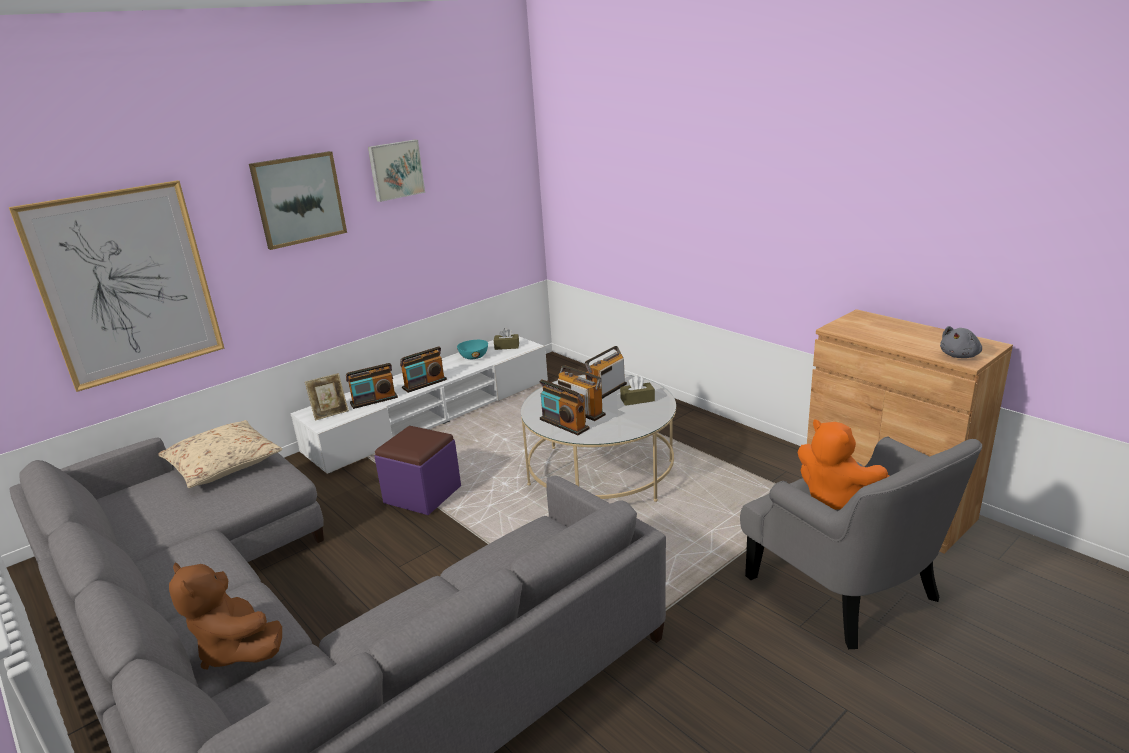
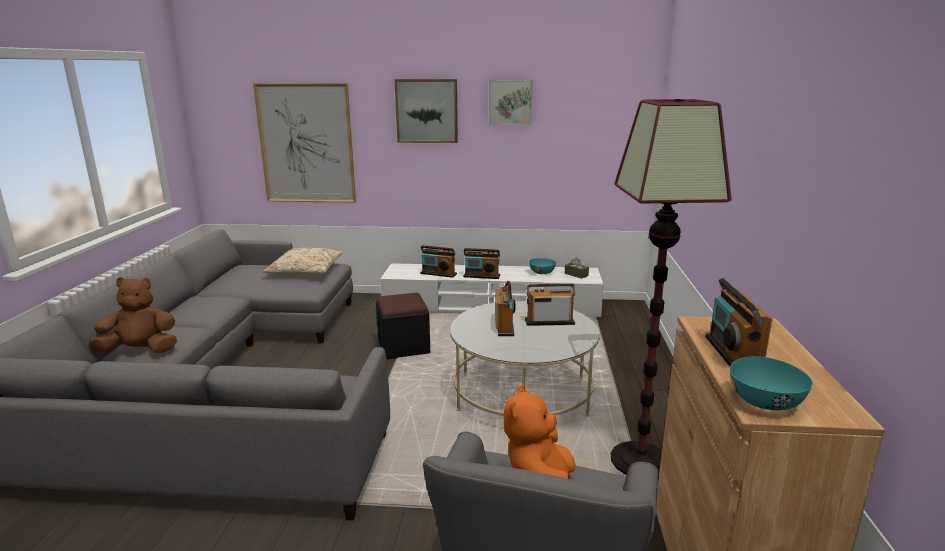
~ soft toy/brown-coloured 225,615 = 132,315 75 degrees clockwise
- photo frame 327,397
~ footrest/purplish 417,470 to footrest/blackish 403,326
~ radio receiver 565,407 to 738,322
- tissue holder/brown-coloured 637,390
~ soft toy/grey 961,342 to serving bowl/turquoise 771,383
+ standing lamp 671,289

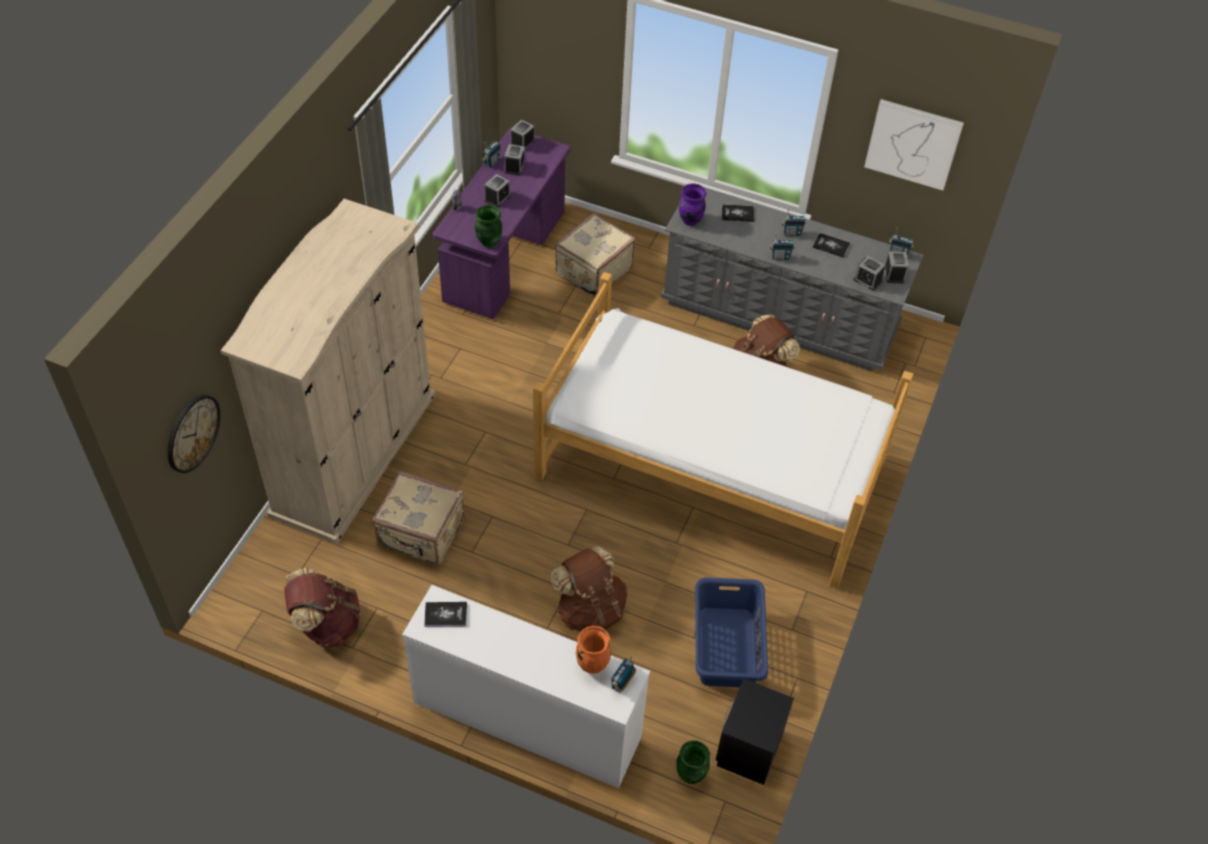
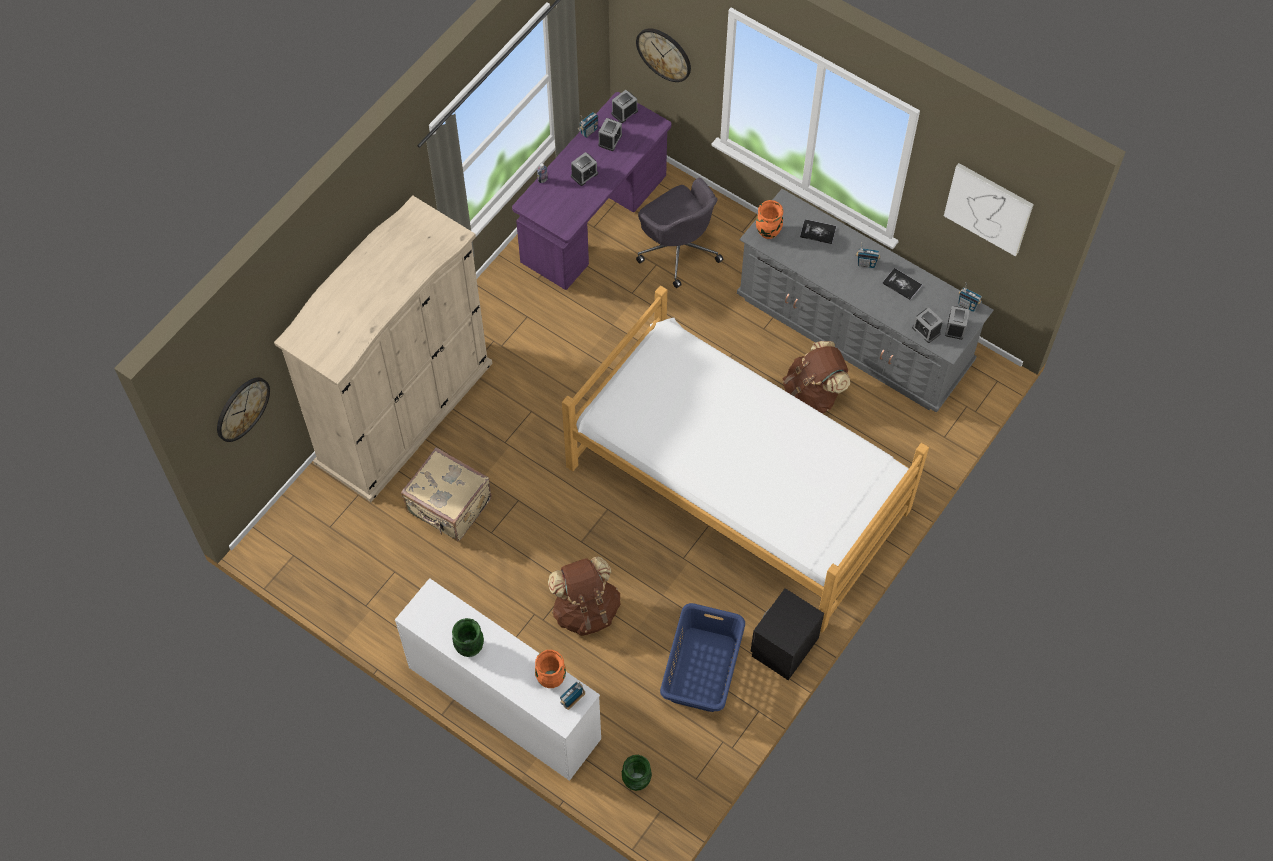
- knapsack/brown-coloured 322,607
- bound book 445,614
~ flower vase/green 488,226 to 468,637
~ piece of luggage/beige 595,255 to computer chair/grey 680,233
~ flower vase/purplish 692,204 to flower vase/orangey 769,219
~ bedside table/blackish 755,732 to 787,634
- radio receiver 782,246
+ wall clock 663,55

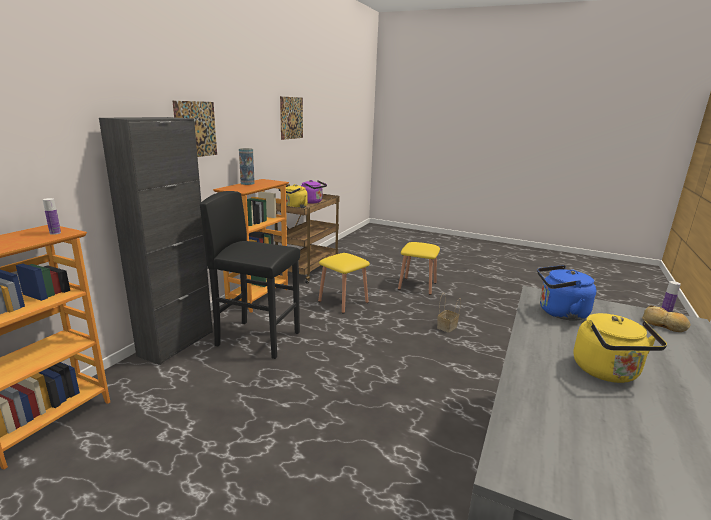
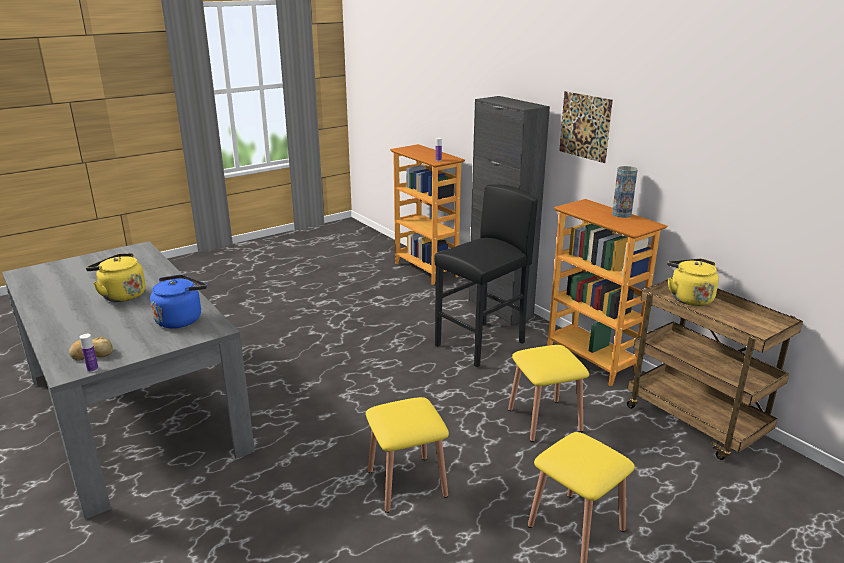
- picture 291,118
- water kettle/purplish 314,192
~ household basket 449,313 to stool/yellowish 407,455

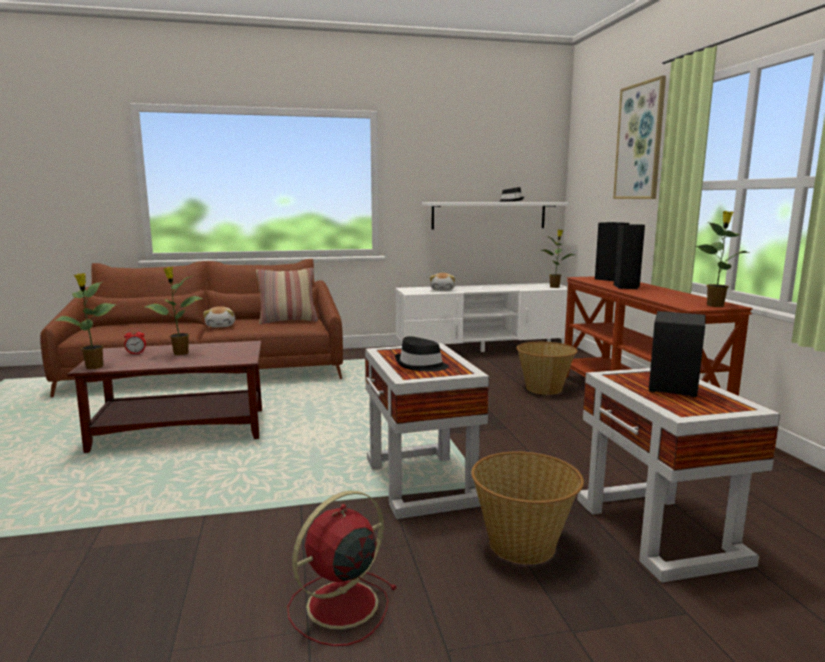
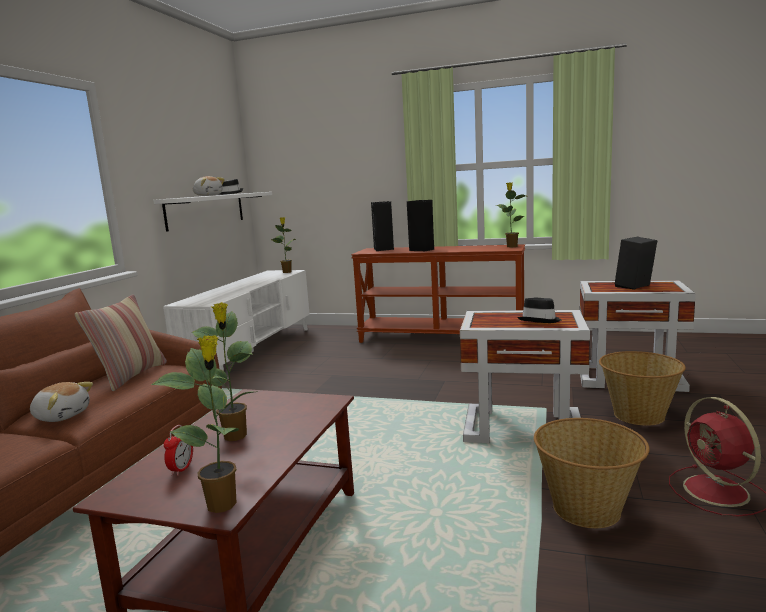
~ soft toy 442,282 to 209,186
~ household basket 547,368 to 592,473
- picture 639,137

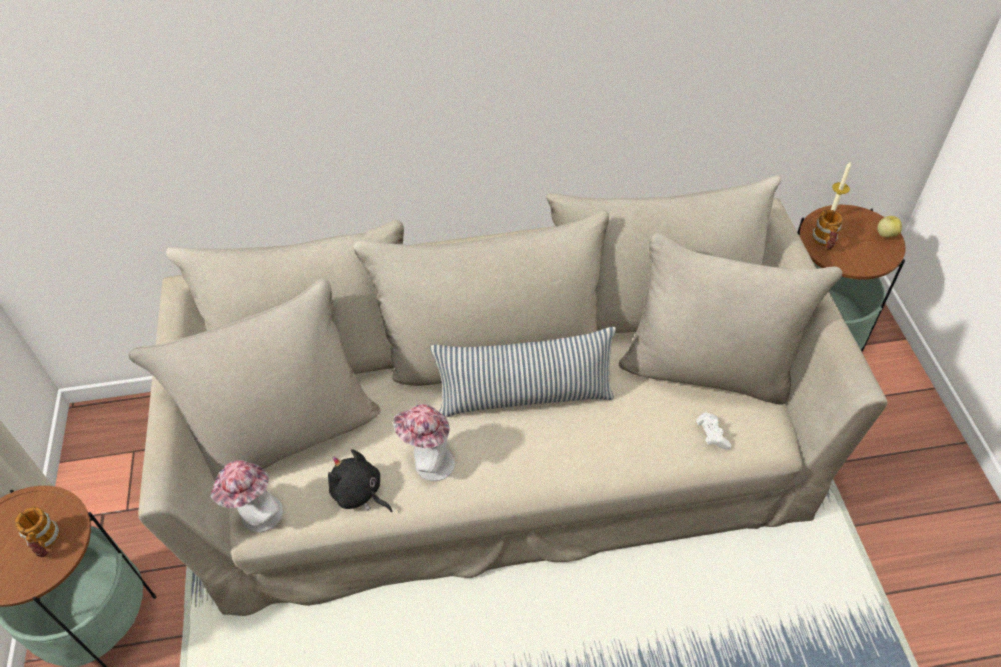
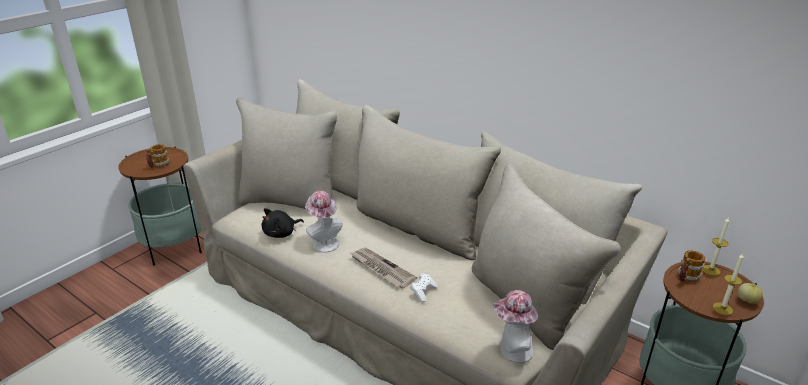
~ clothing hat 246,496 to 515,326
~ soft toy/blackish 360,480 = 283,223 120 degrees counterclockwise
- pillow 523,372
~ gamepad/white 713,431 to 424,287
+ newspaper 383,268
+ wax light 728,284

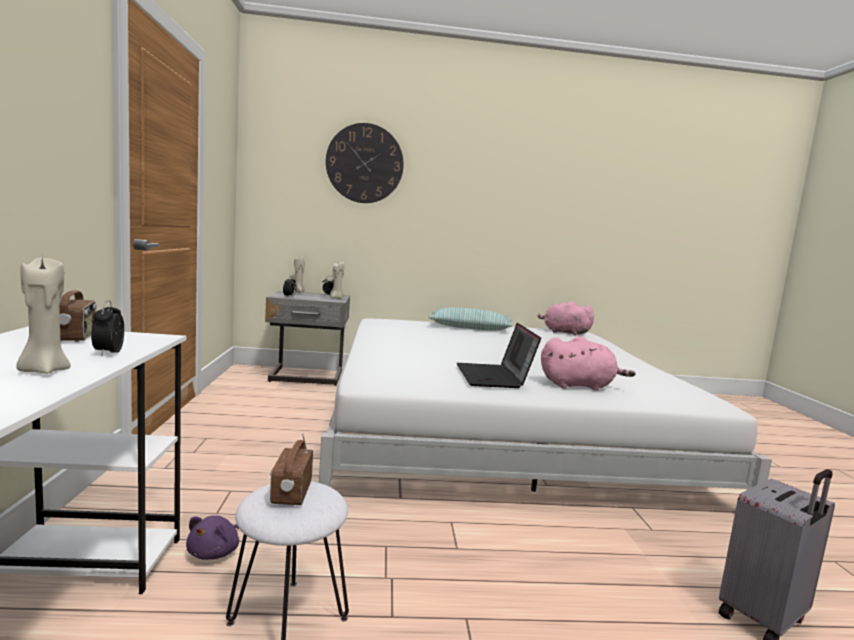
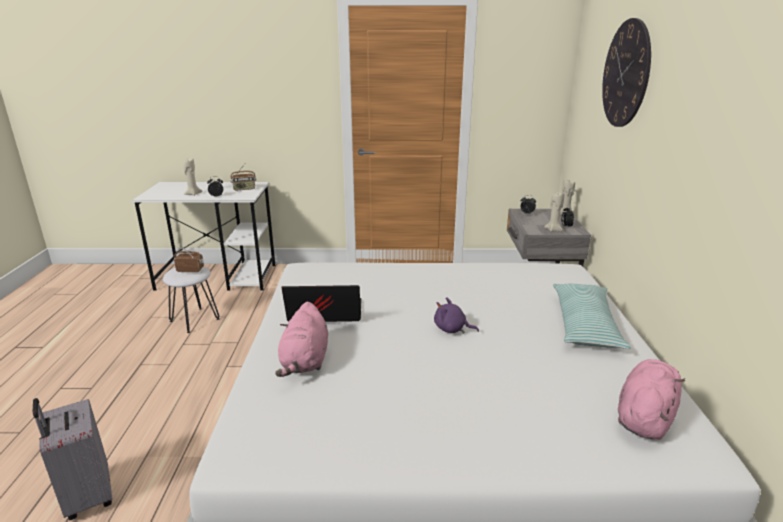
~ soft toy/purplish 212,537 to 456,315

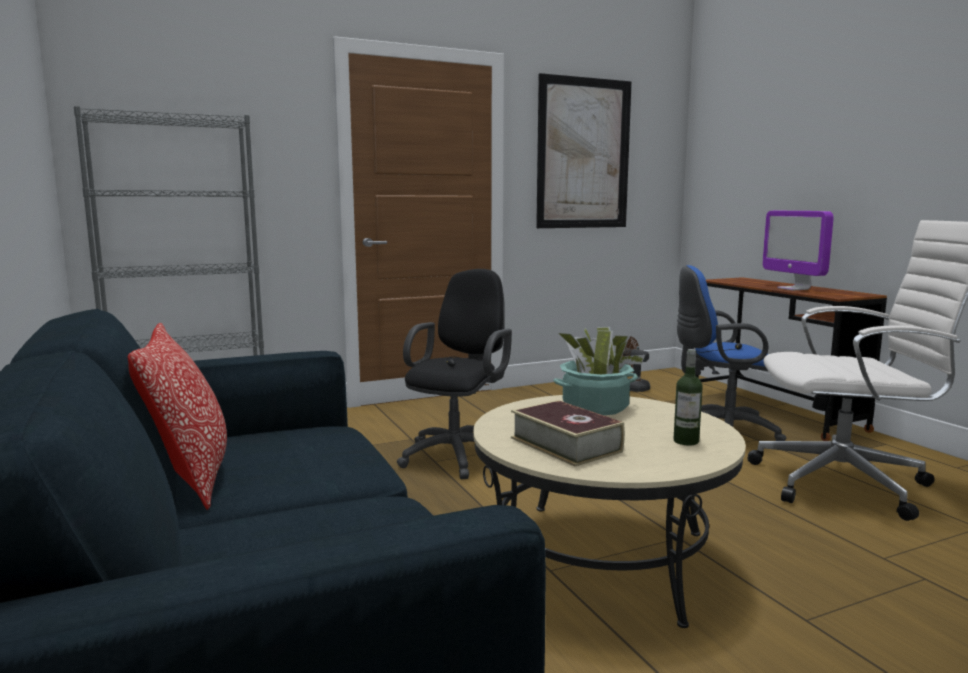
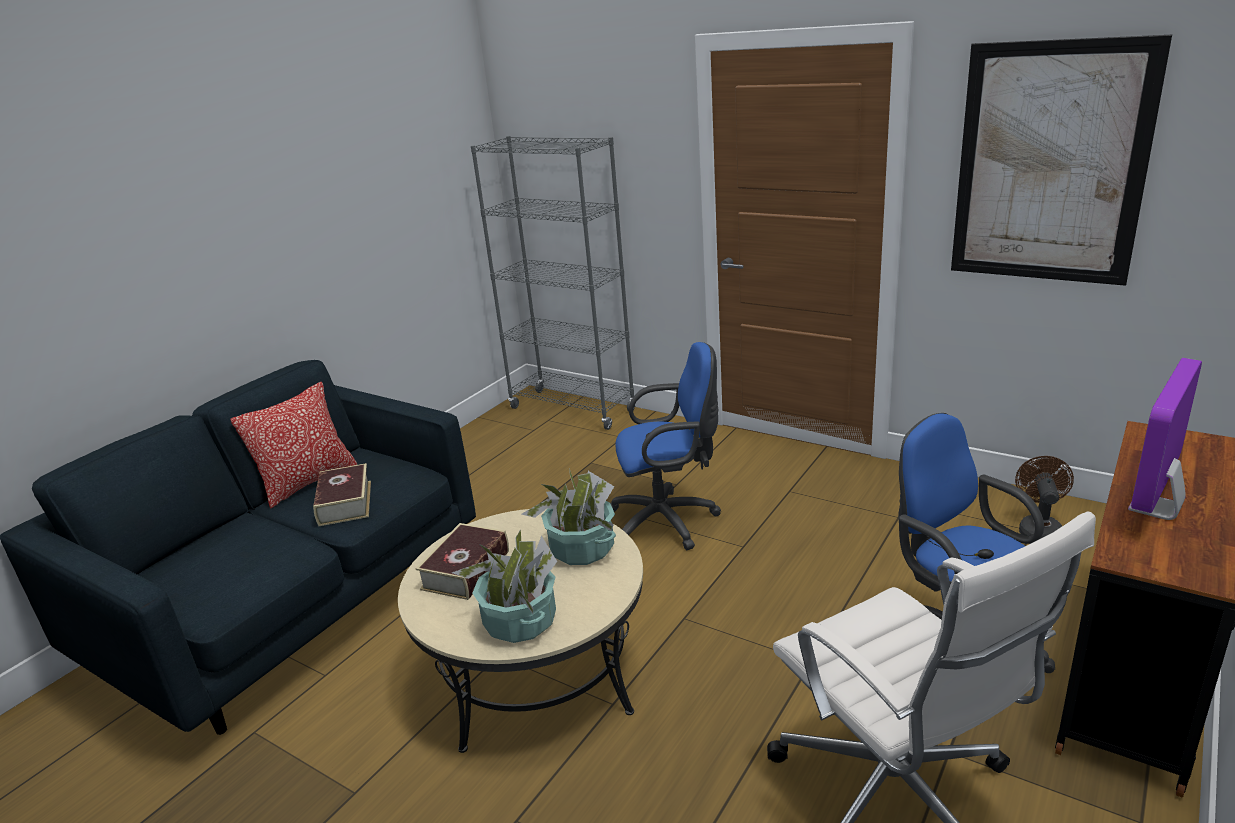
~ computer chair/blackish 454,374 to computer chair/blue 665,446
~ bottle 688,397 to plant in a pot 504,586
+ bound book 342,494

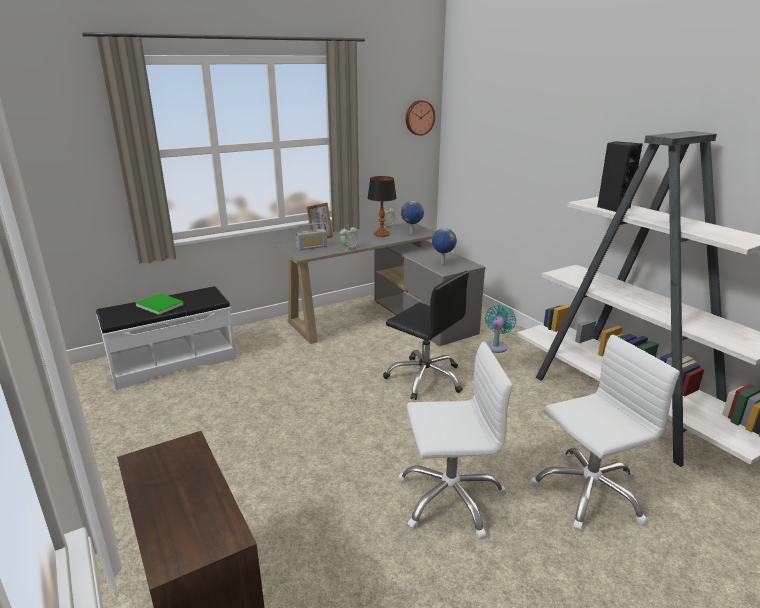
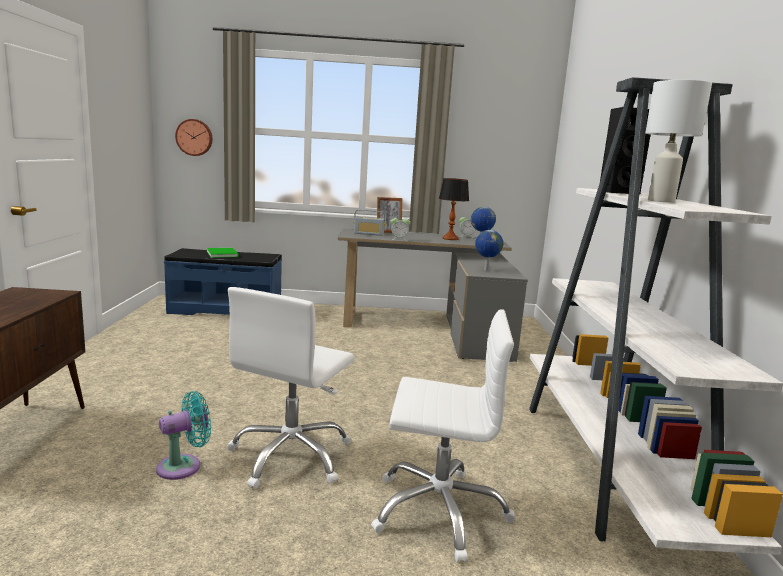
~ long seat/white 166,338 to long seat/blue 223,281
- computer chair/blackish 426,335
~ computer chair/white 455,440 = 290,388 90 degrees clockwise
~ wall clock 420,118 to 193,137
~ electric fan/turquoise 500,329 to 183,435
+ lamp for a table/white 678,141

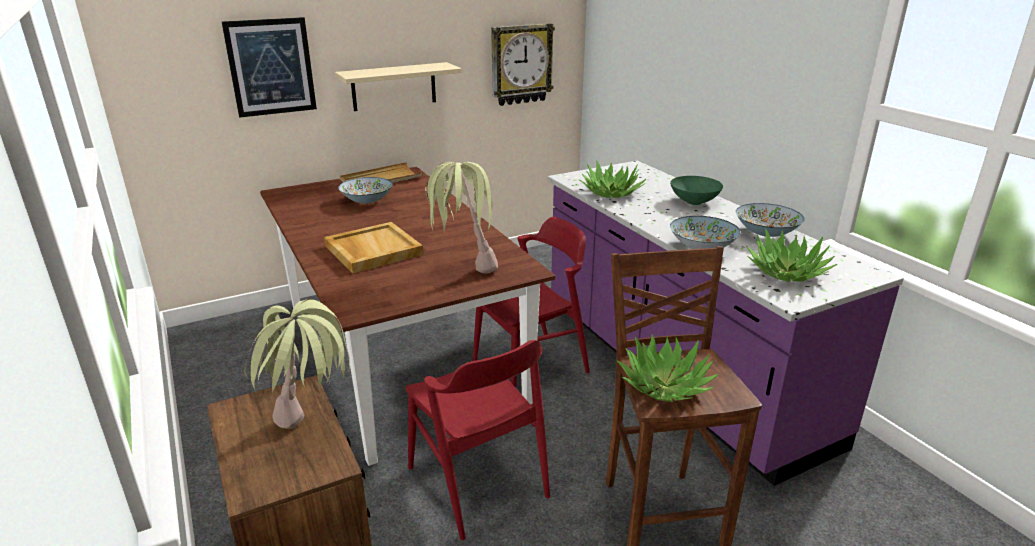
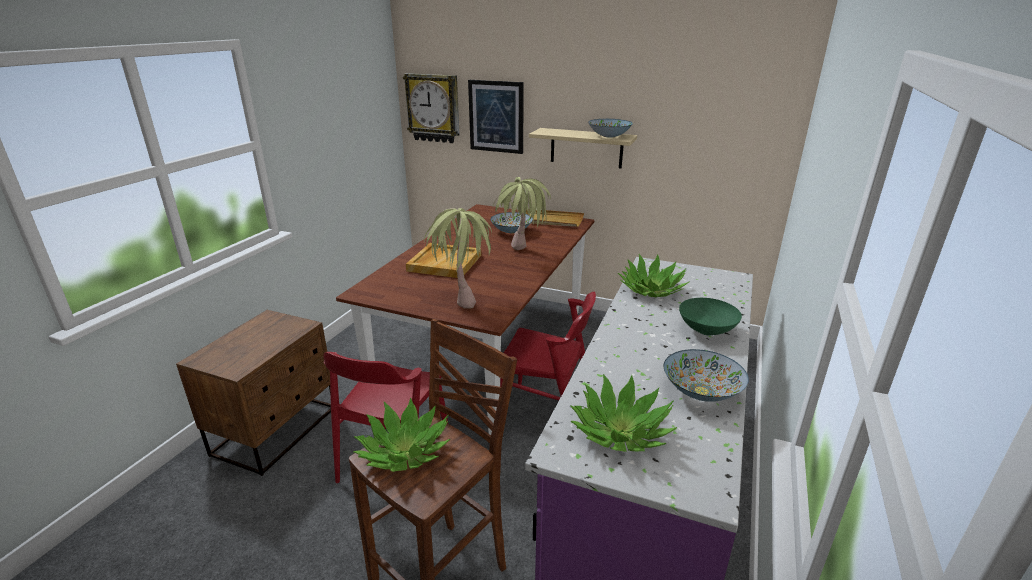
~ plant in a pot 297,364 to 522,213
~ wall clock 523,64 to 431,108
~ serving bowl 705,232 to 610,128

